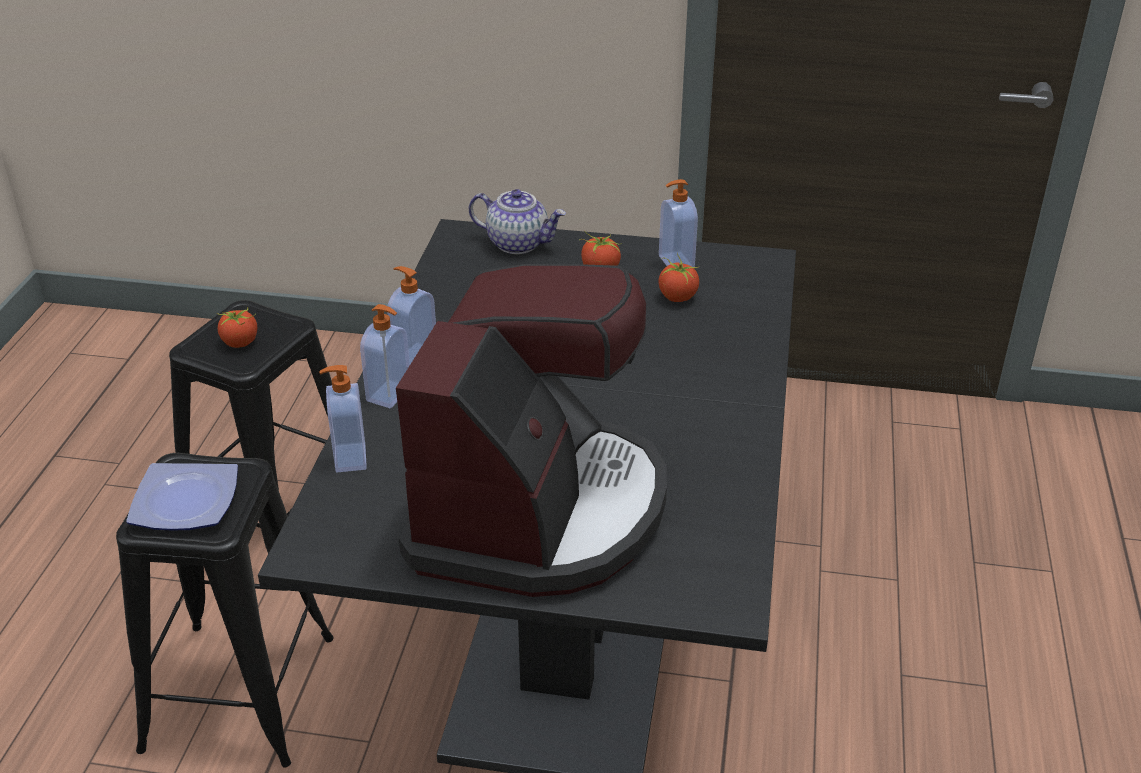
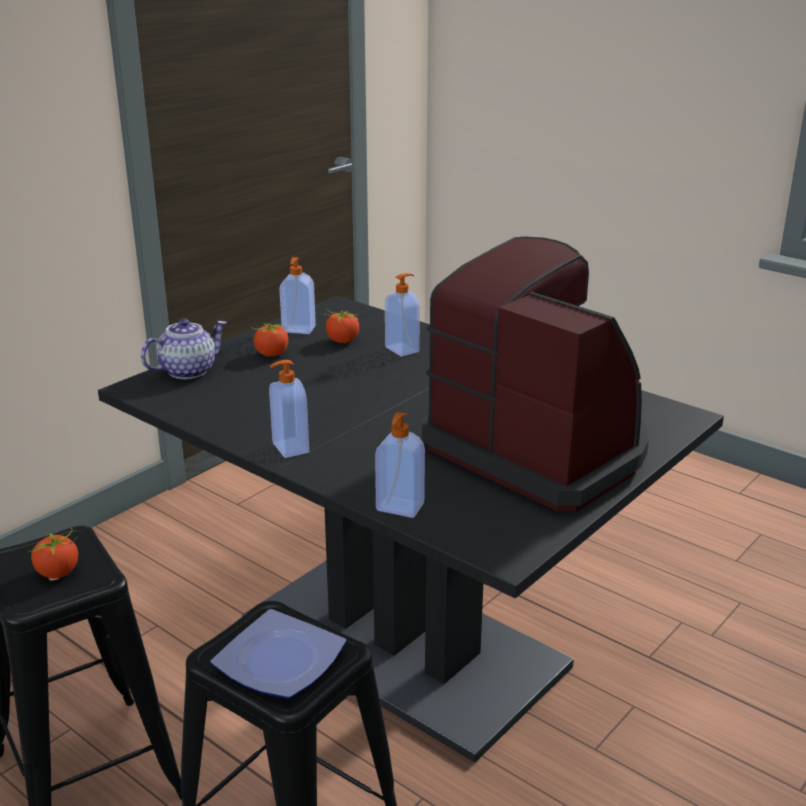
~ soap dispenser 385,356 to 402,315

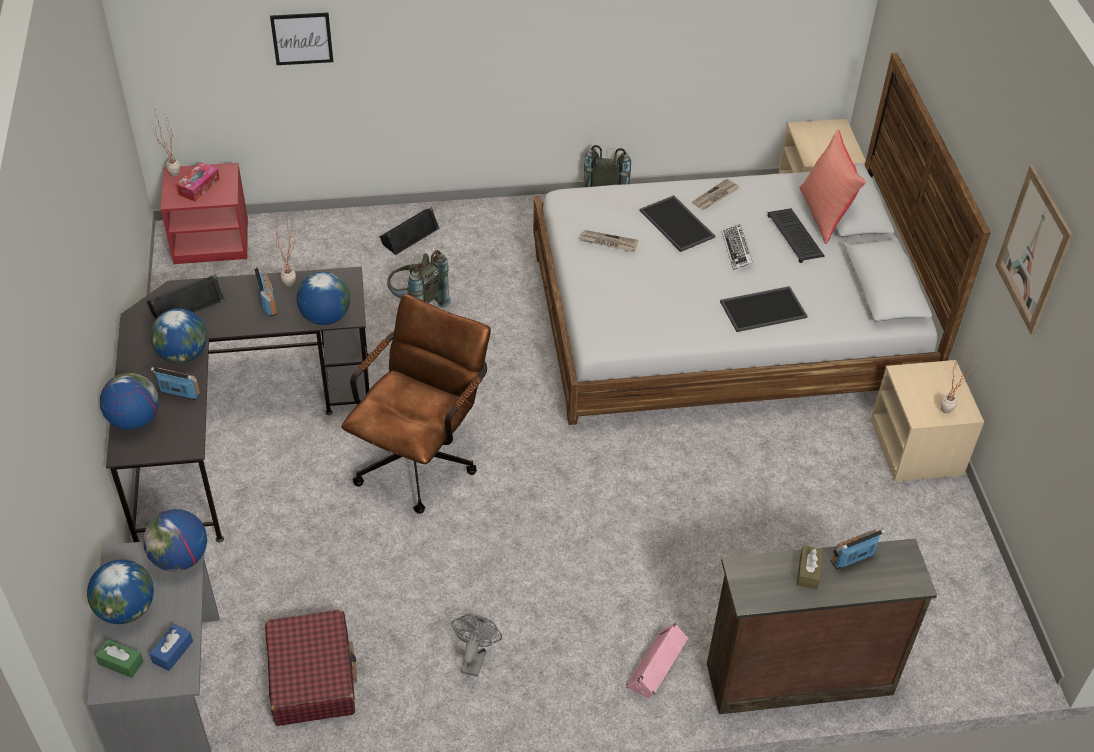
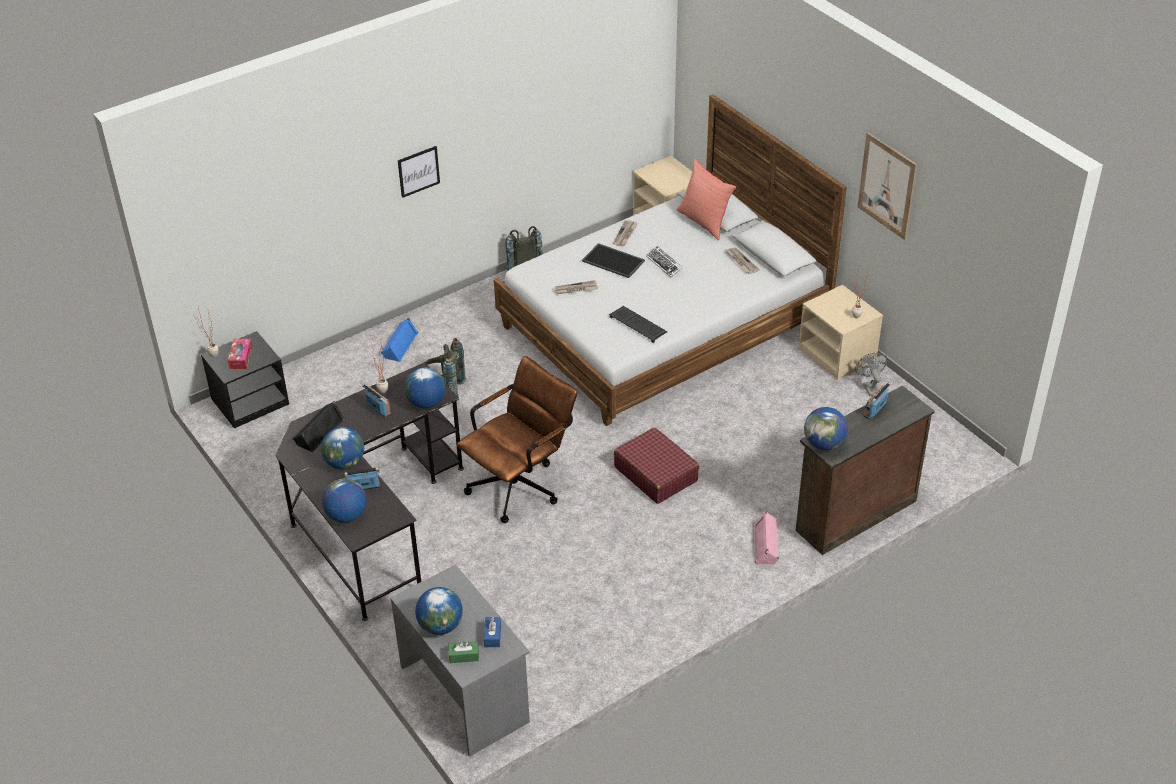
~ desk globe 175,540 to 826,428
~ bedside table/reddish 204,213 to bedside table/blackish 245,380
~ piece of luggage/reddish 311,668 to 656,465
~ picture 301,39 to 419,172
~ computer chair/brown-coloured 416,404 = 517,439 45 degrees clockwise
~ speaker/blackish 409,231 to speaker/blue 399,340
~ electric fan/grey 476,645 to 871,374
- tray 764,309
~ keyboard 796,235 to 638,324
- tissue holder/brown-coloured 810,567
+ newspaper 742,260

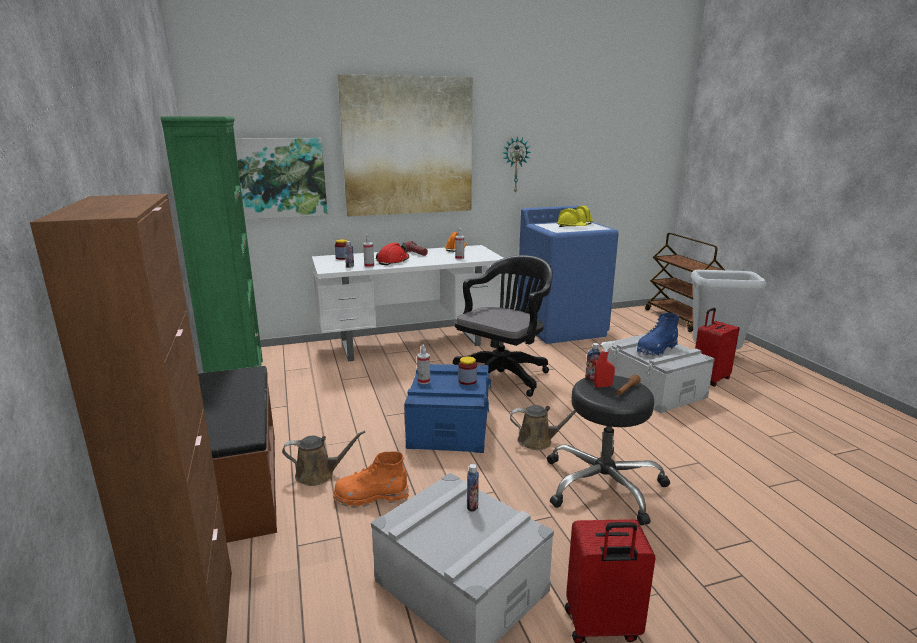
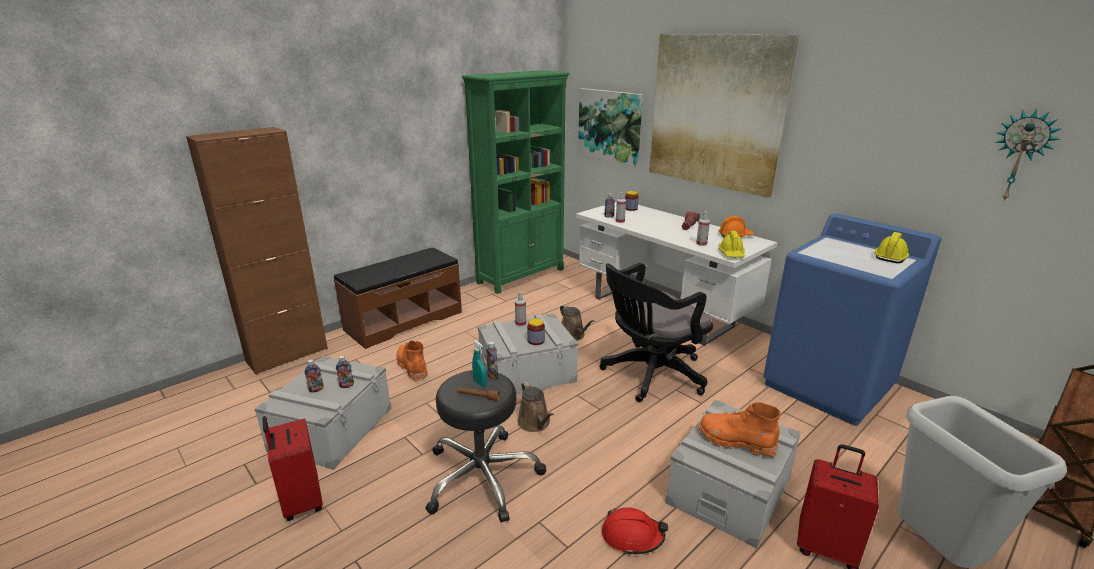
~ sprinkling can/brown-coloured 323,458 to 577,322
~ hard hat/reddish 392,254 to 635,531
~ storage container/blue 447,408 to storage container/grey 528,353
~ computer chair/blackish 503,326 = 656,332 135 degrees clockwise
~ wall clock 517,165 to 1028,155
~ hard hat/yellowish 572,217 to 732,244
~ spray bottle/reddish 604,364 to spray bottle/turquoise 479,363
~ boot/blue 658,334 to boot/orangey 739,430
+ bottle 314,375

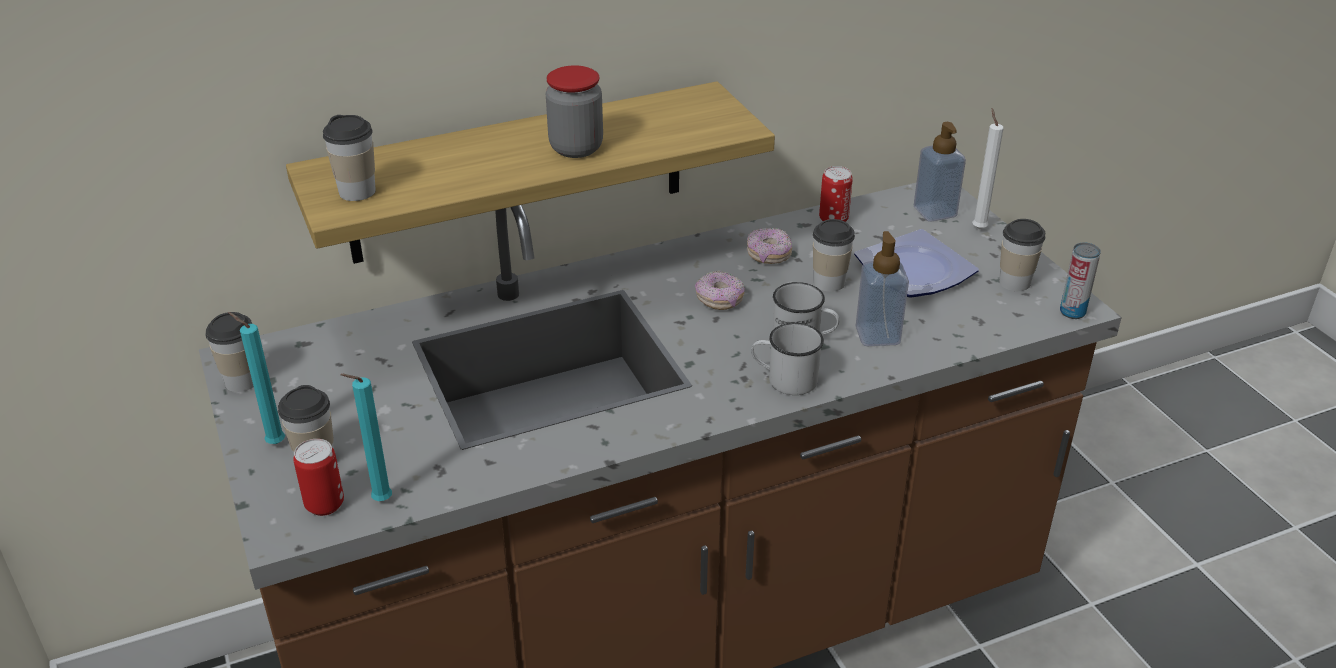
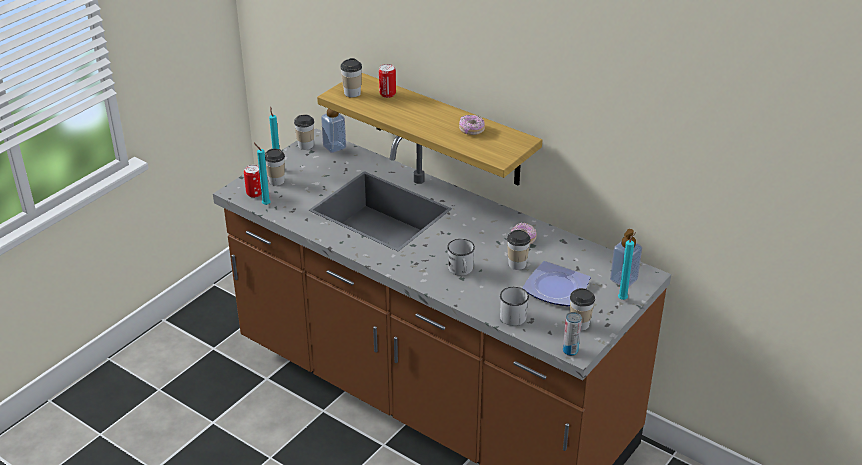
- storage jar 574,111
~ donut 720,290 to 472,125
~ tea mug/white 787,359 to 514,306
~ metal can 836,194 to 387,81
~ soap dispenser 882,288 to 333,130
~ wax light/white 988,168 to wax light/turquoise 627,266

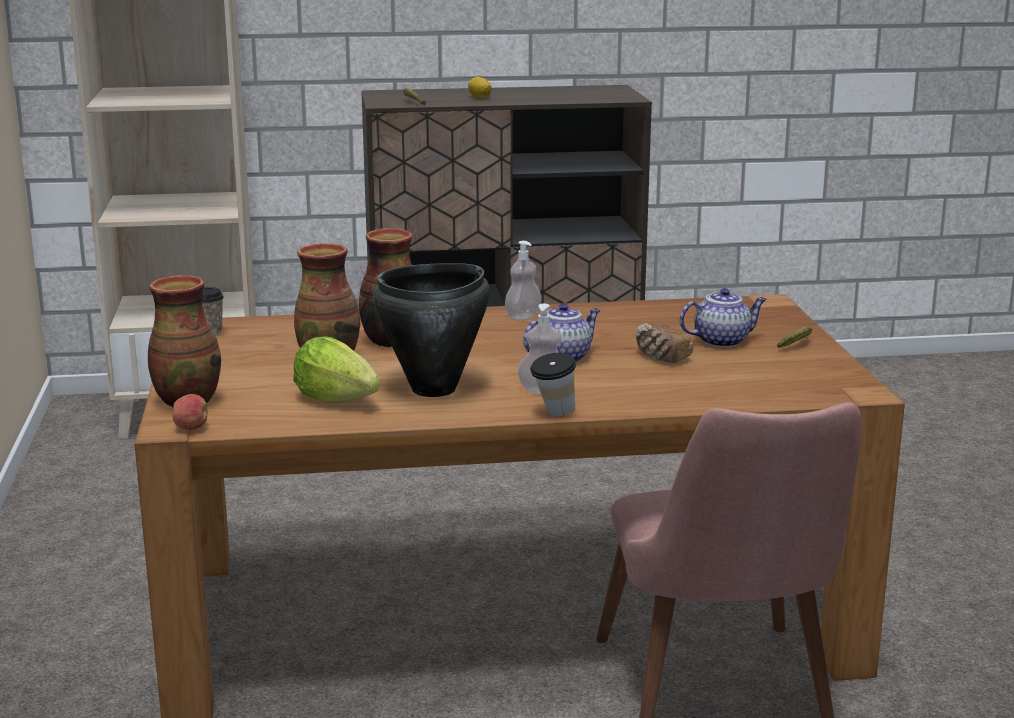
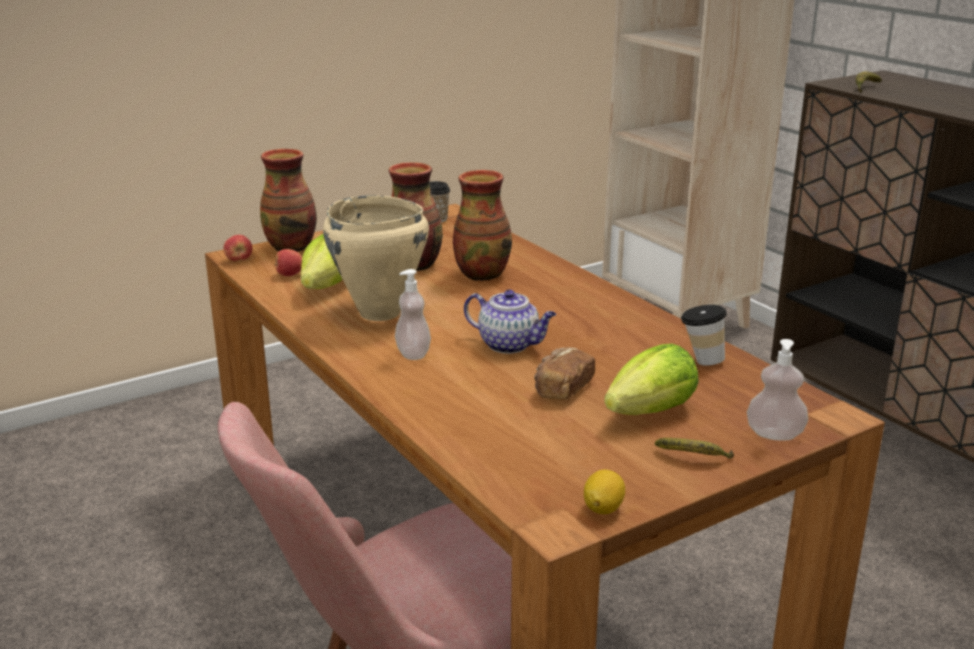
~ cooking pot/blackish 431,330 to cooking pot/beige 376,258
~ whole lemon 480,87 to 604,492
~ soap dispenser 523,280 to 777,390
~ cup 553,384 to 703,335
~ teapot 723,317 to head of lettuce 651,379
+ apple 288,262

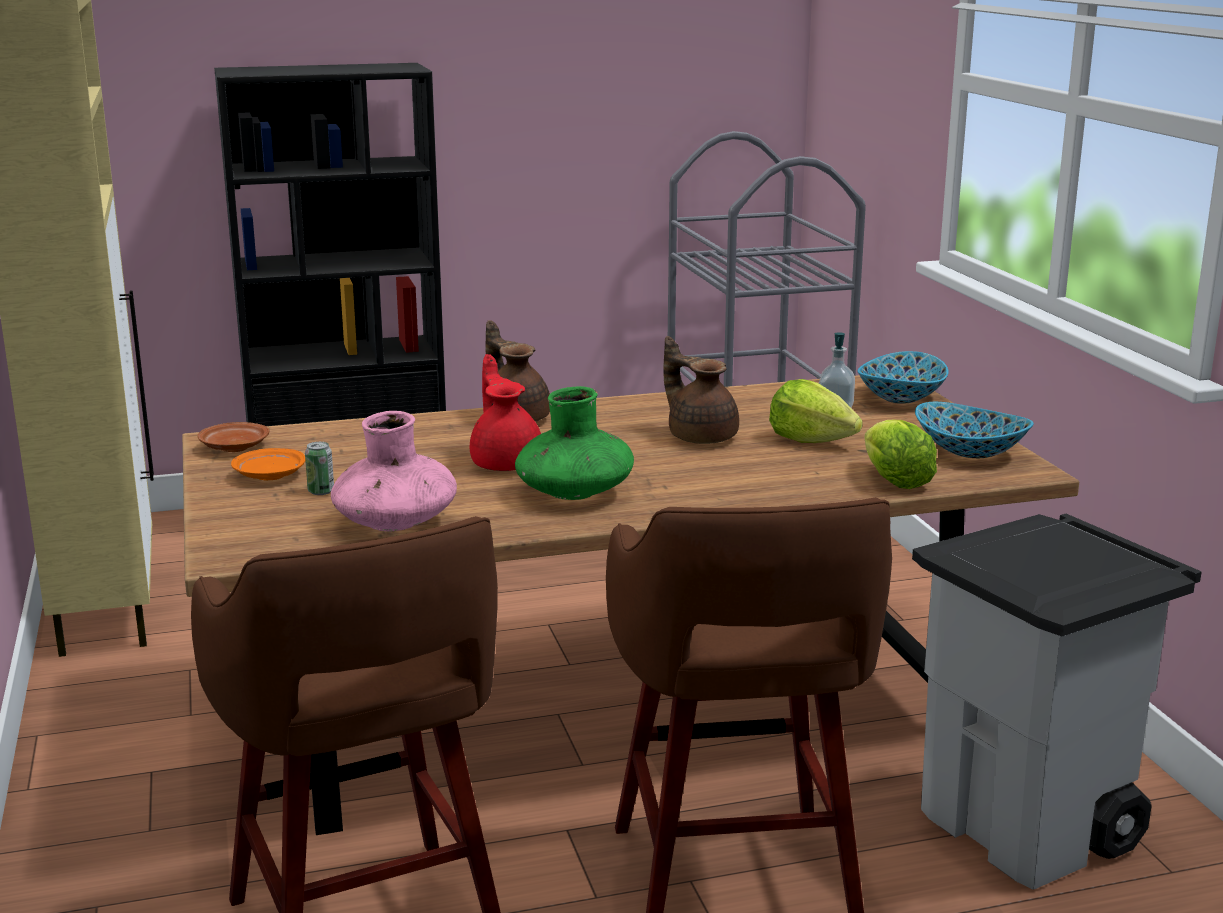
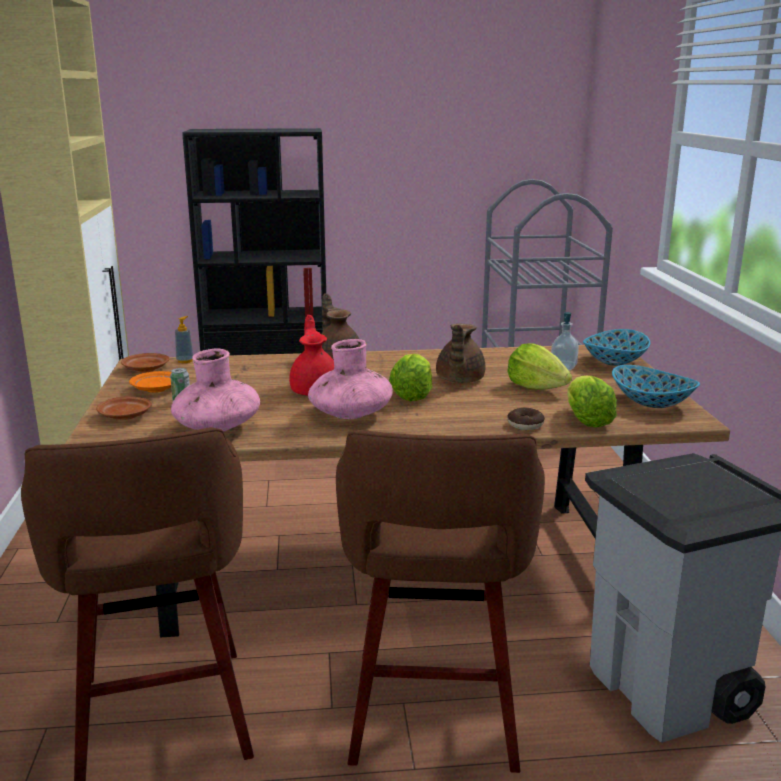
~ flower vase/green 574,443 to flower vase/pink-coloured 350,379
~ teapot/brown-coloured 701,390 = 460,353 135 degrees counterclockwise
+ dinner plate/brown-coloured 124,408
+ soap dispenser 184,339
+ head of lettuce 410,377
+ donut 526,418

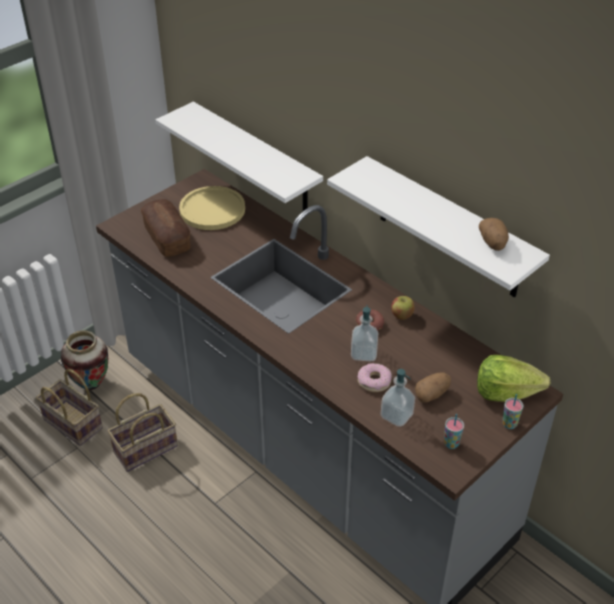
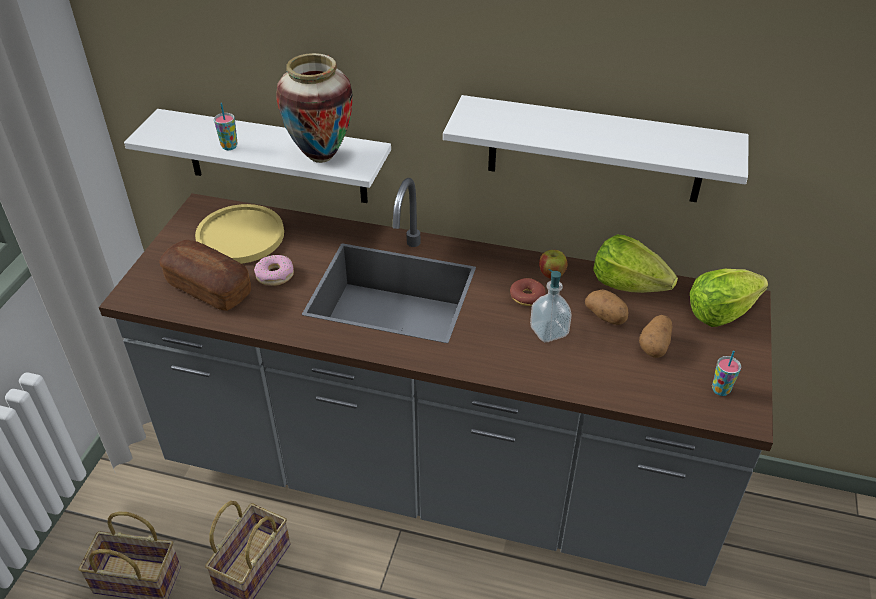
~ flower vase 84,360 to 314,108
~ donut 374,377 to 274,270
- soap dispenser 397,398
~ potato 494,234 to 606,307
~ cup 513,411 to 226,126
+ head of lettuce 635,264

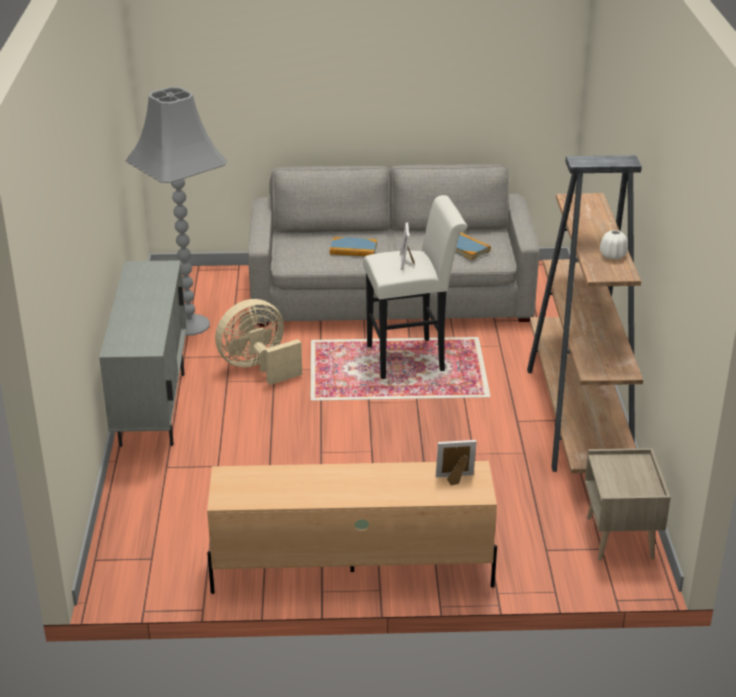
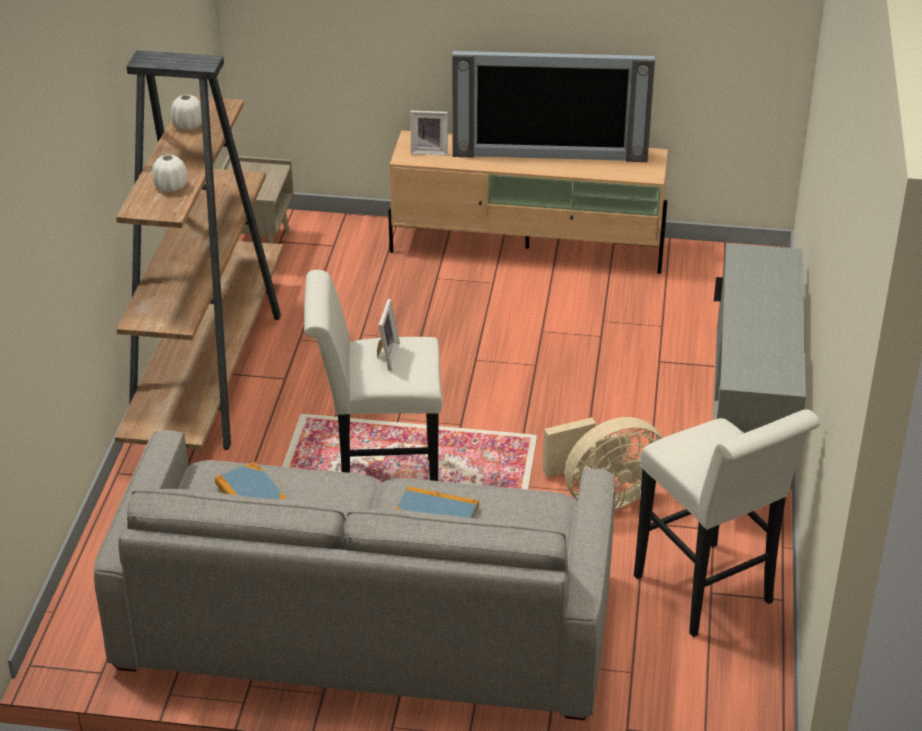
~ standing lamp/grey 176,211 to stool/white 727,523
+ flower vase/white 170,173
+ TV set 553,106

